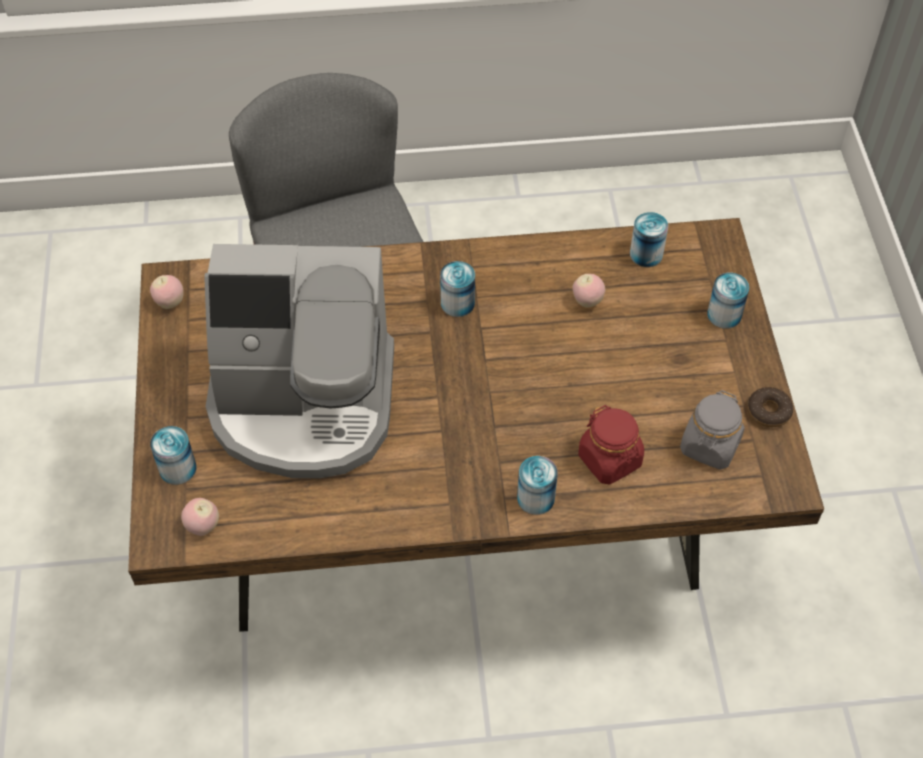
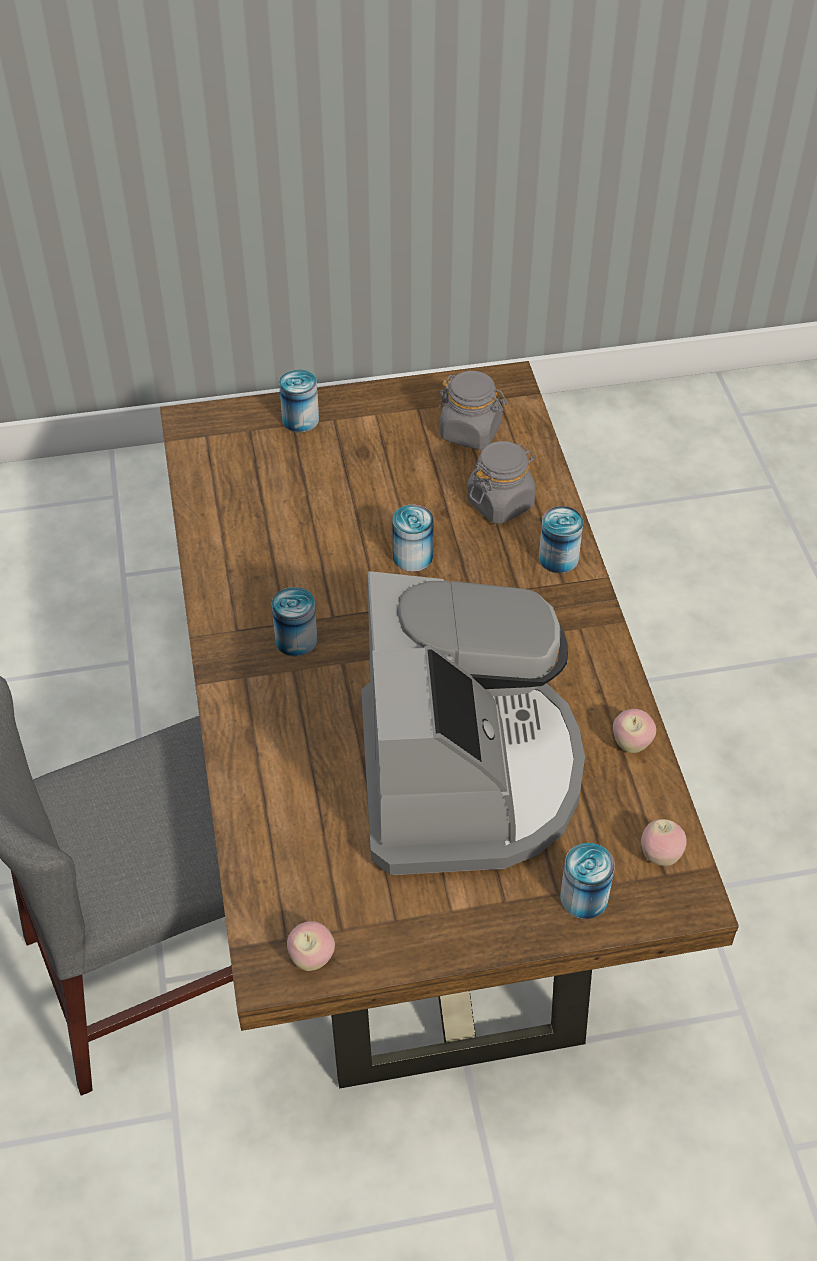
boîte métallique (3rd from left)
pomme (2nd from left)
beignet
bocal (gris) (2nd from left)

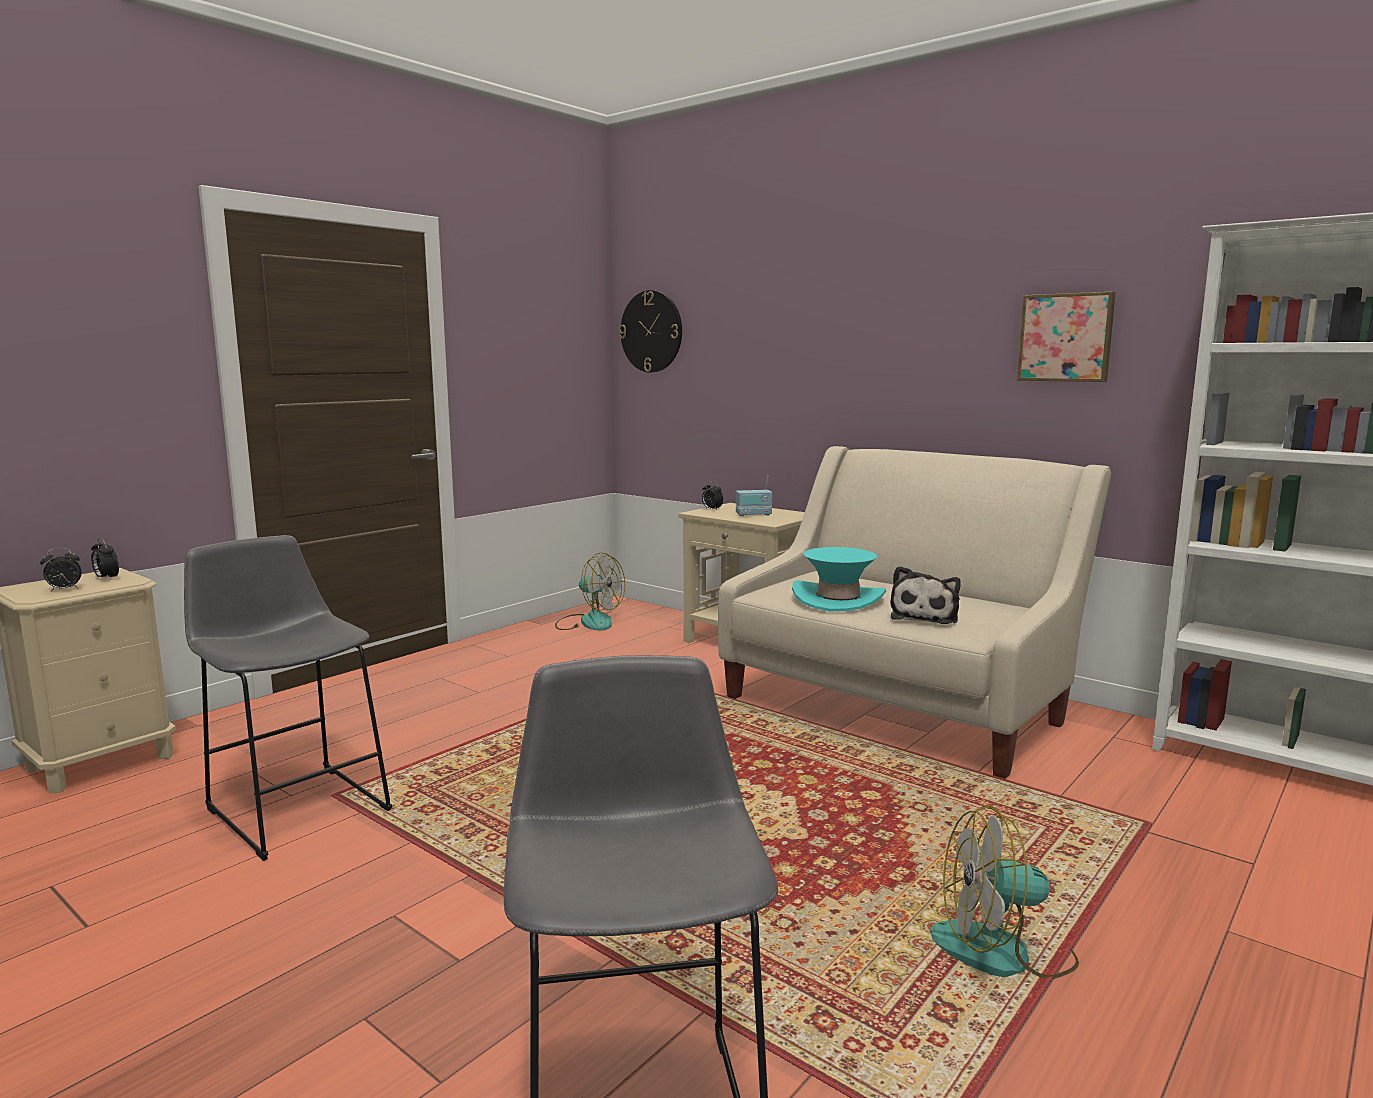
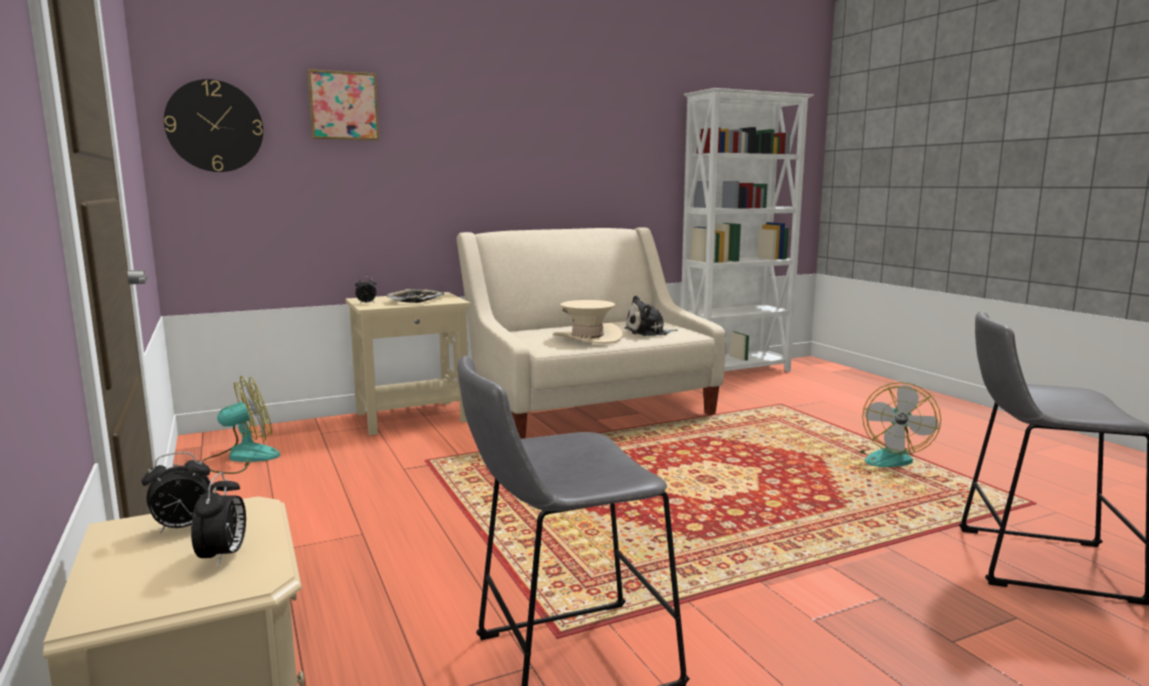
tableau
plateau
chapeau (beige)
peluche

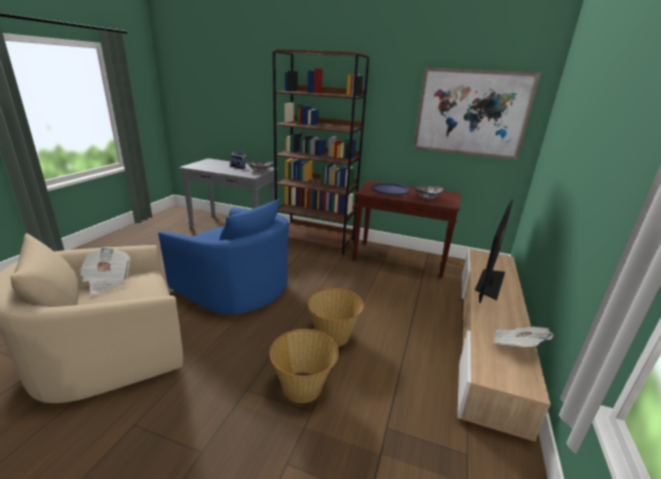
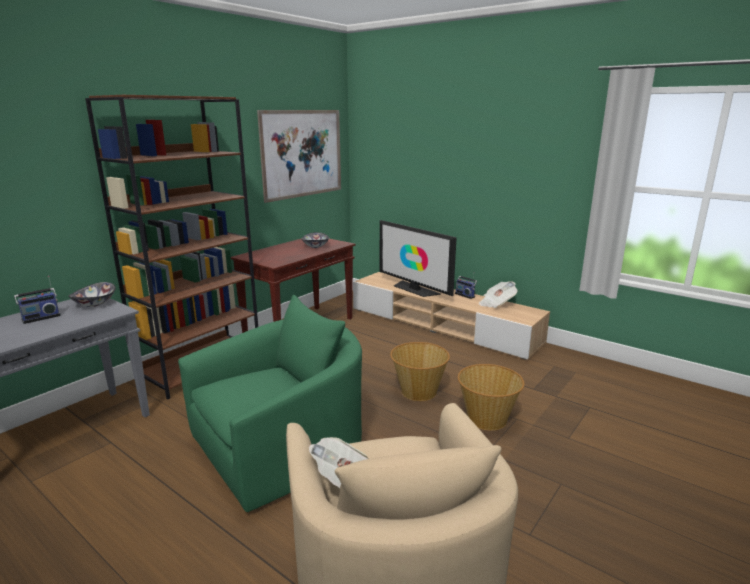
plateau (bleu)
fauteuil (vert)
radio (2nd from left)

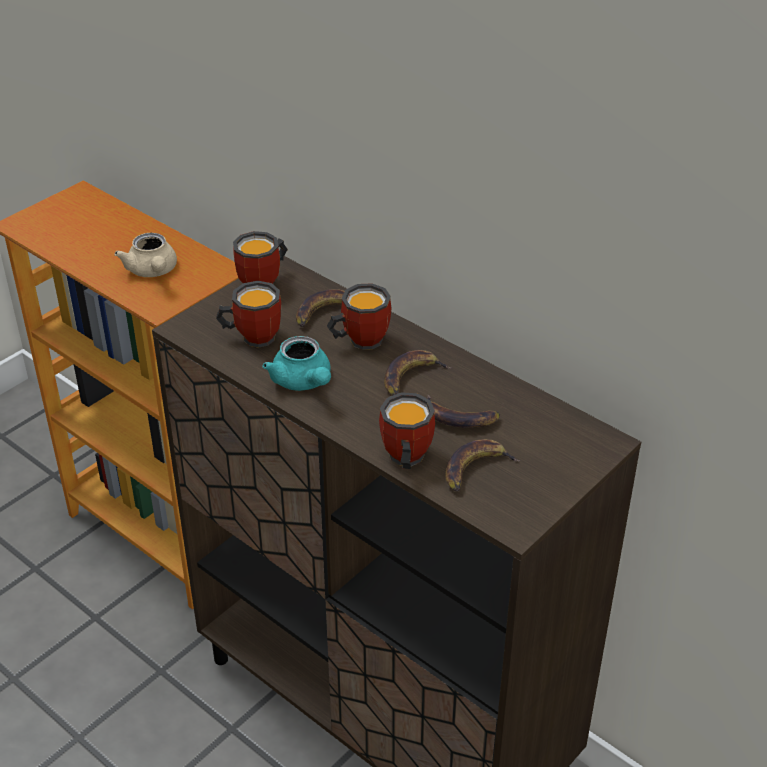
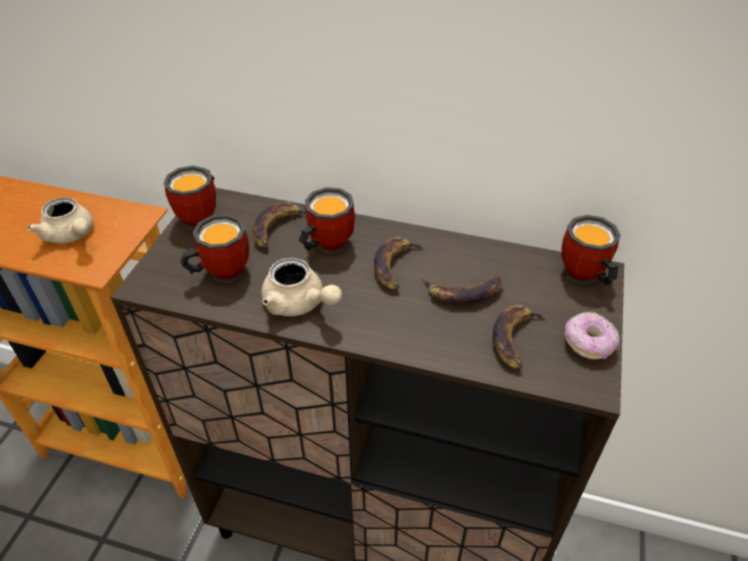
théière (beige) (2nd from left)
mug (4th from left)
beignet

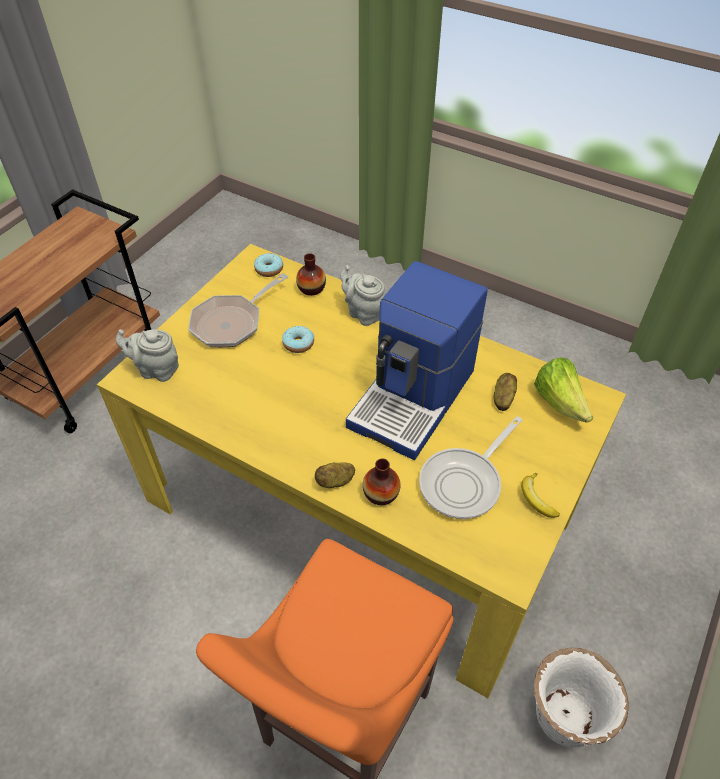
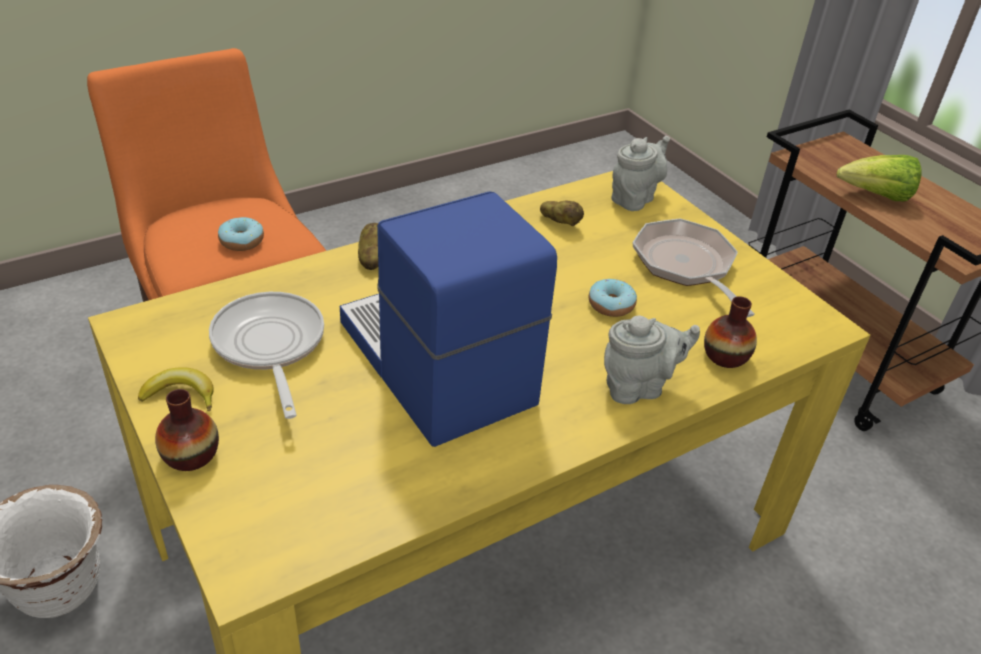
beignet (1st from left)
laitue
pomme de terre (2nd from left)
vase (1st from left)

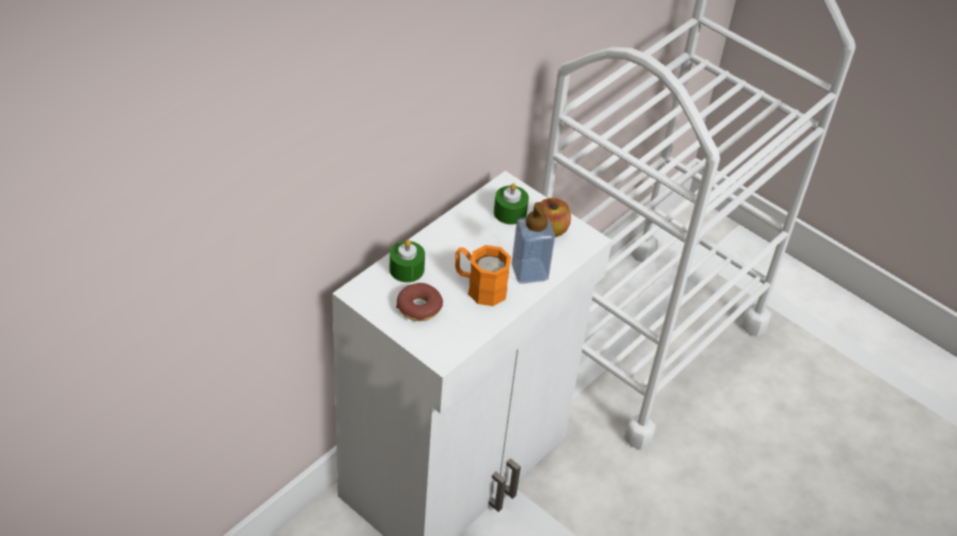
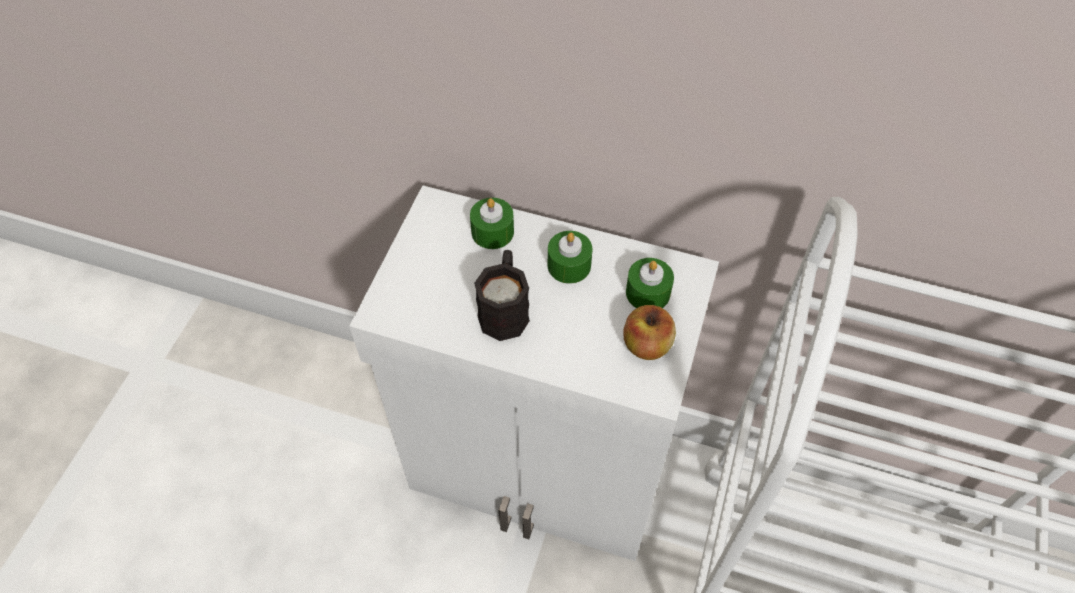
distributeur de savon
mug (noir)
beignet
bougie (vert) (2nd from left)

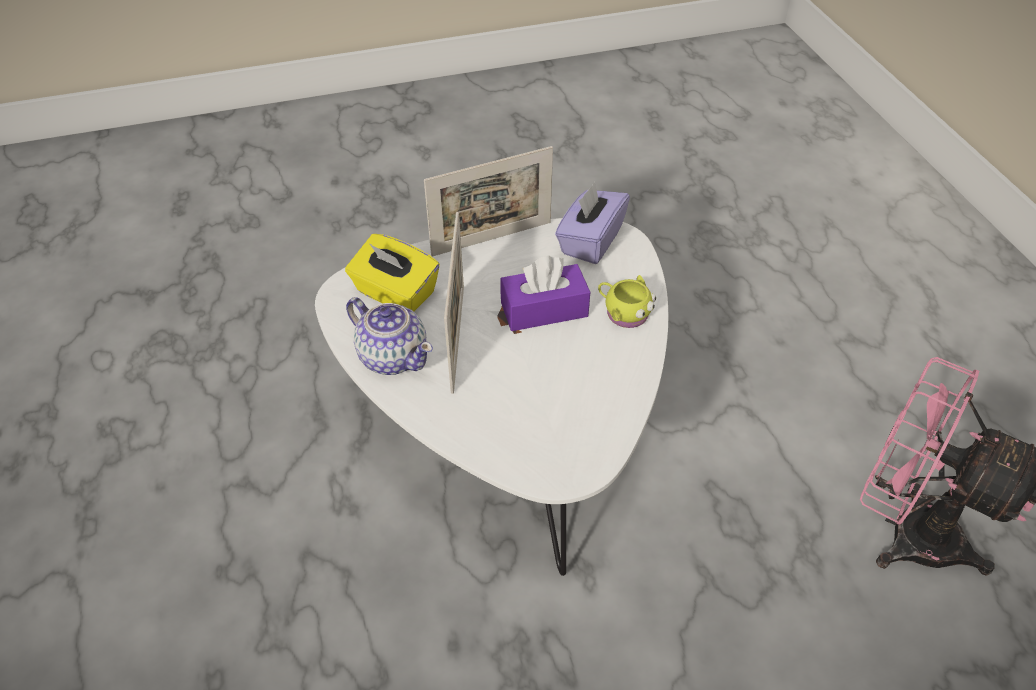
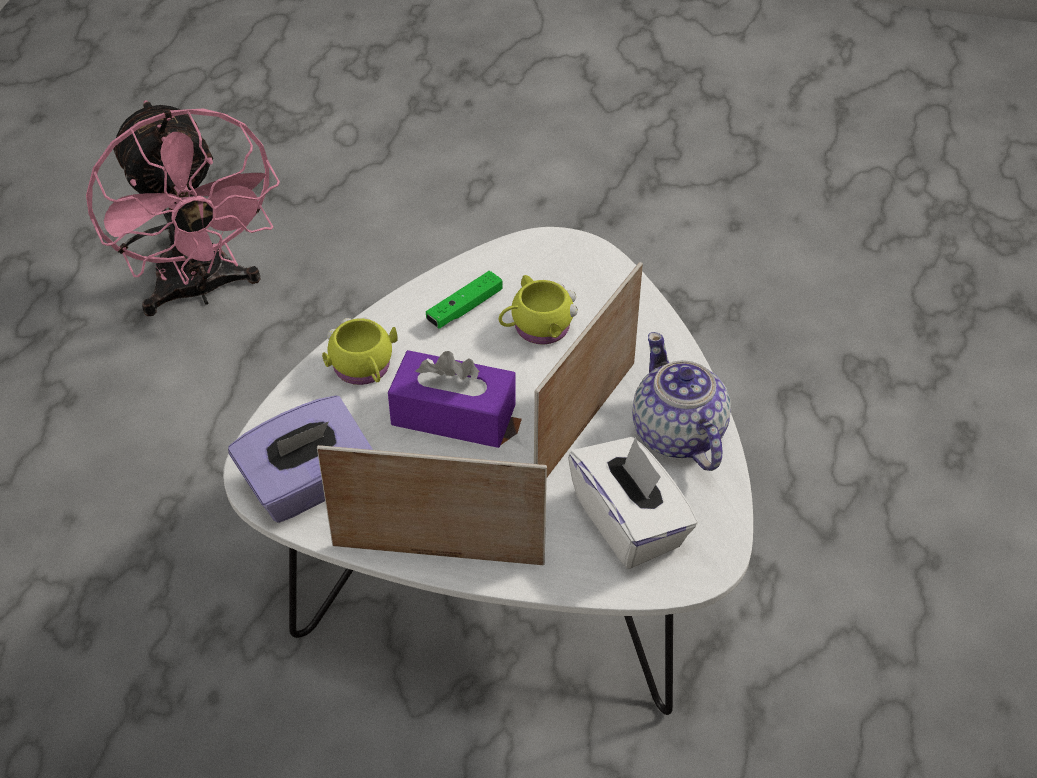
boîte à mouchoirs (blanc)
manette (vert)
mug (jaune) (2nd from left)

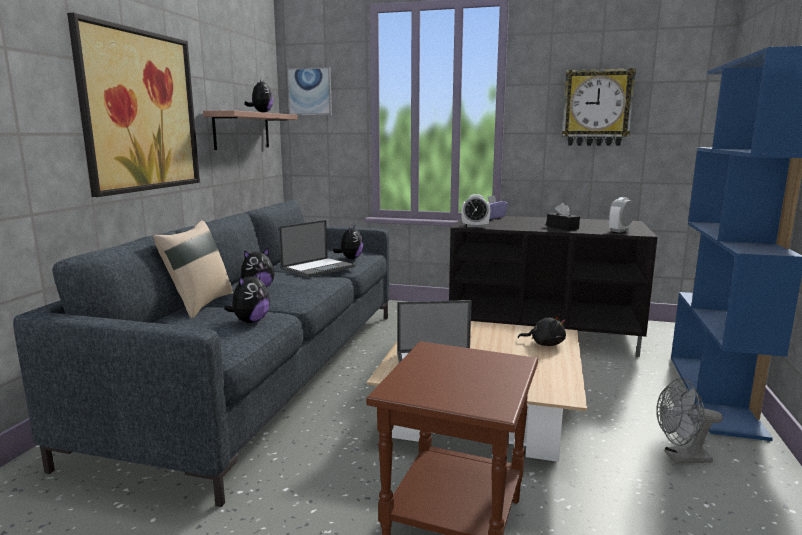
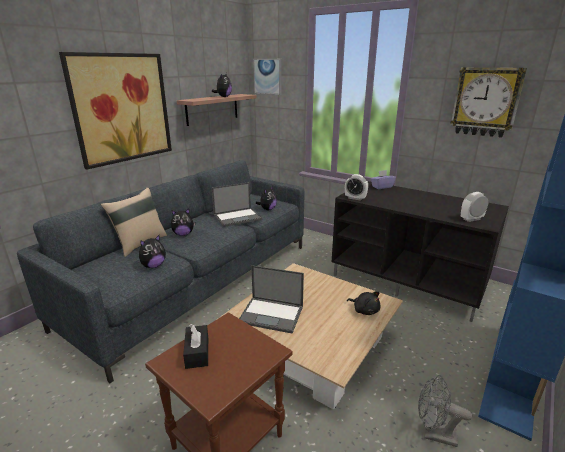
boîte à mouchoirs (noir)

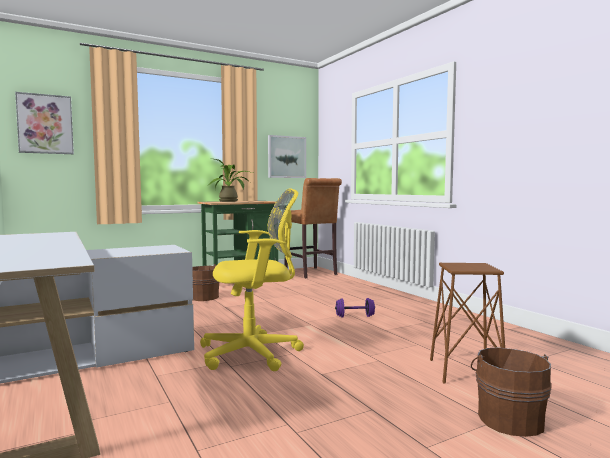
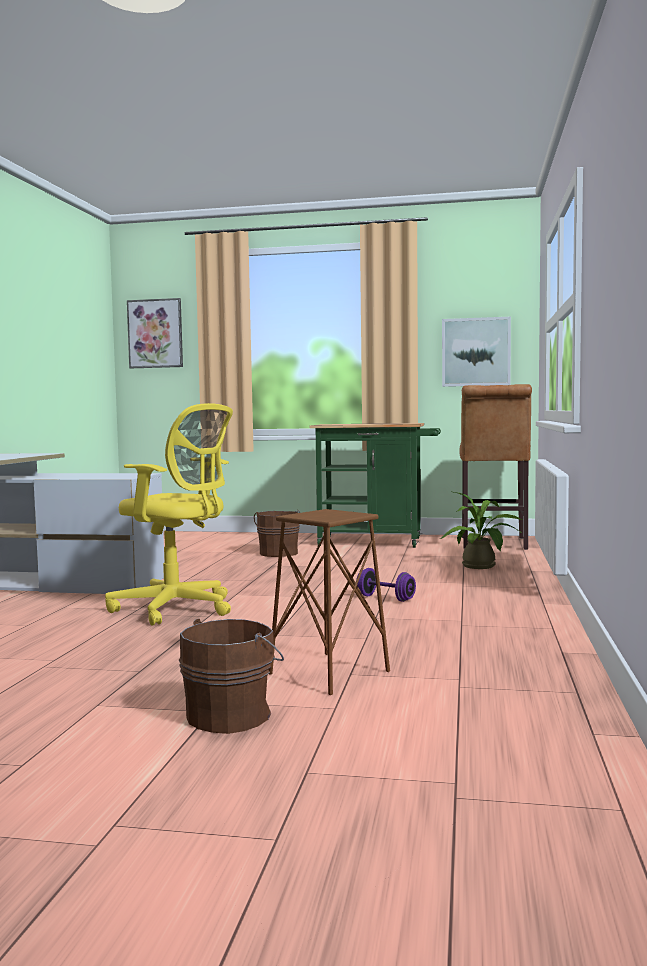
plante en pot

